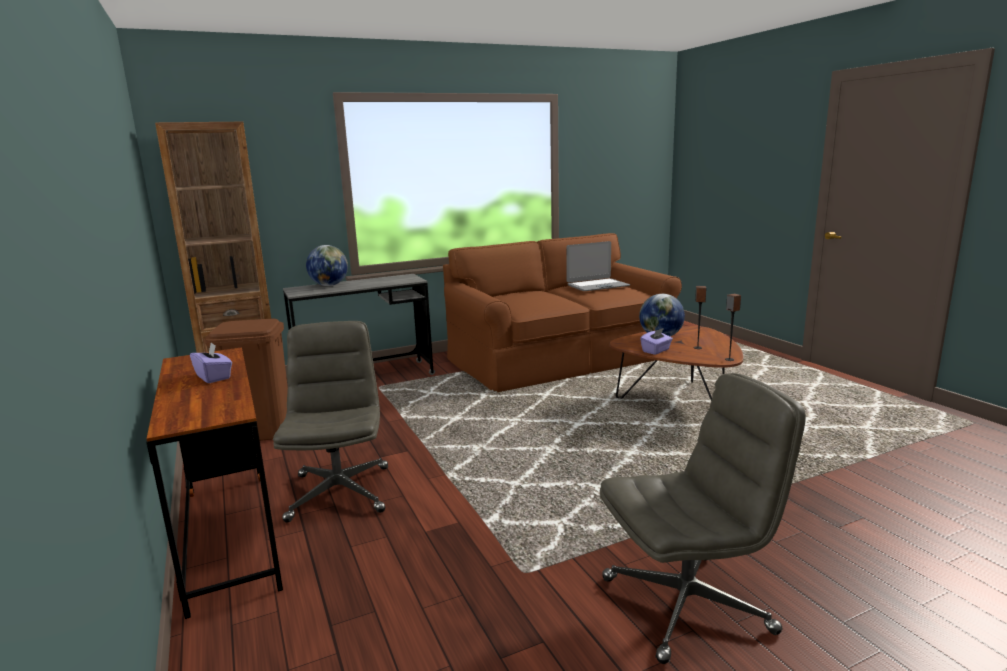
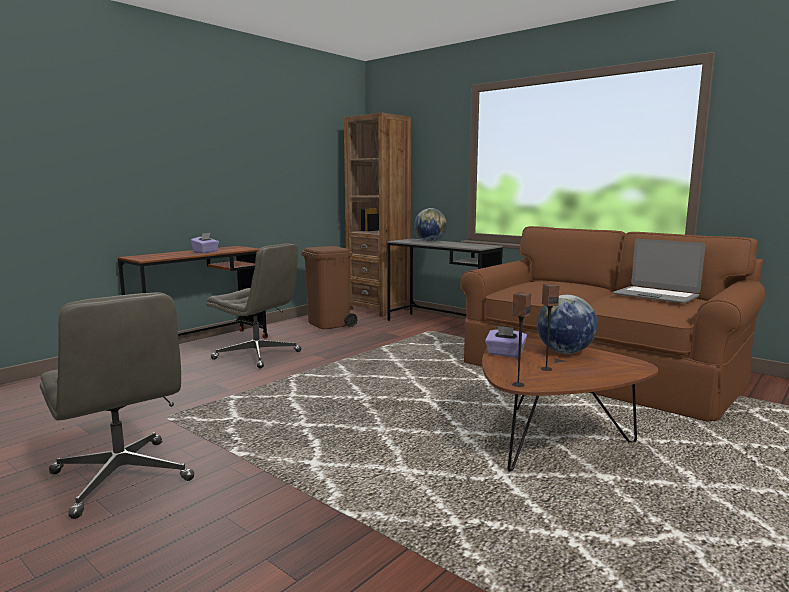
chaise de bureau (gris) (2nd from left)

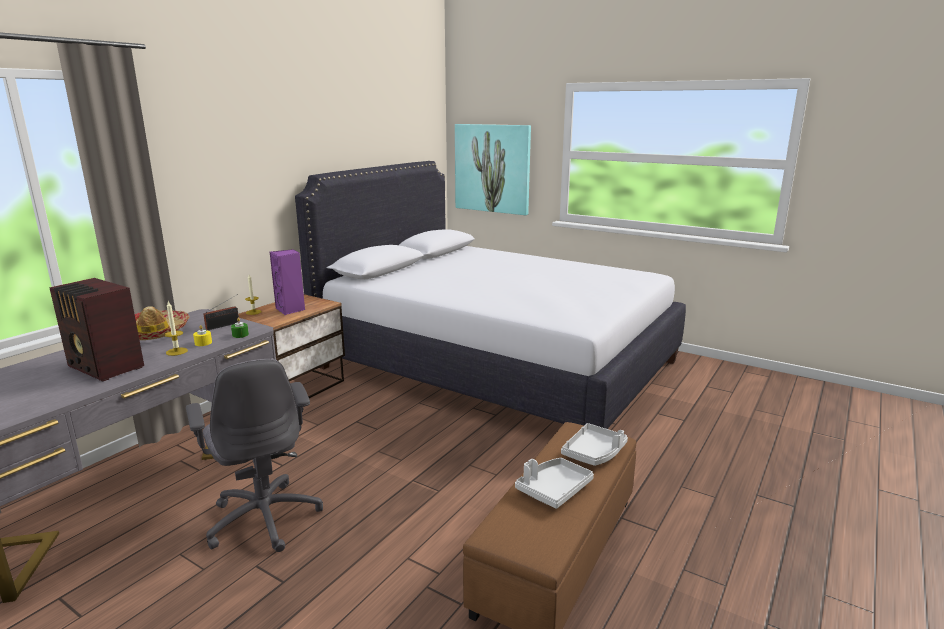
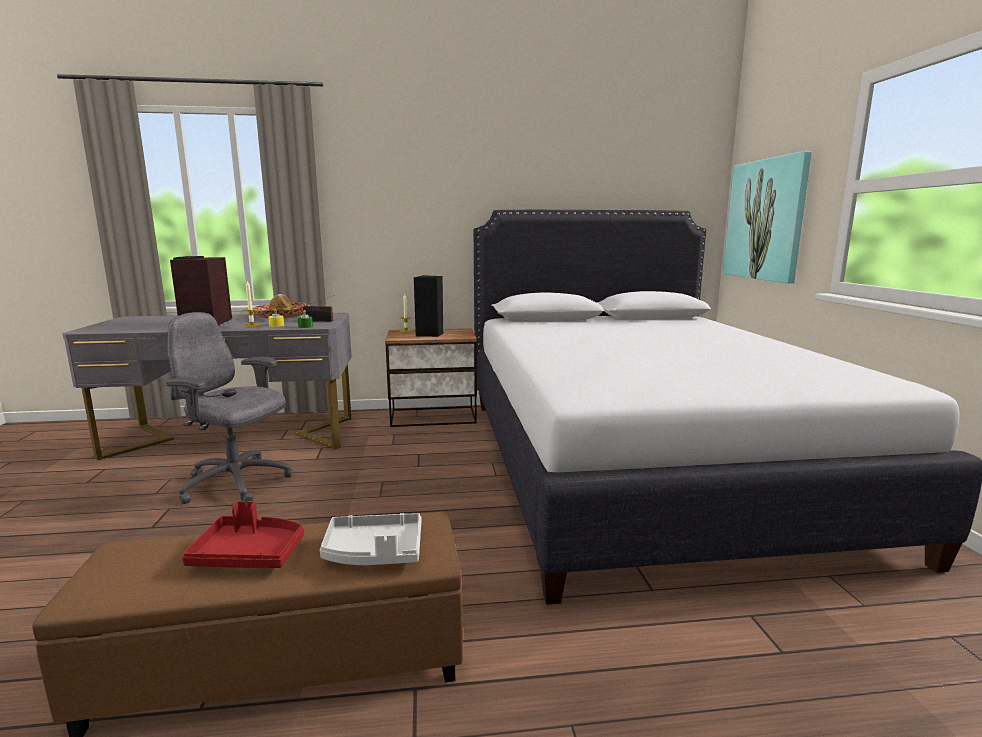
enceinte (noir)
chaise de bureau (gris)
plateau (rouge)

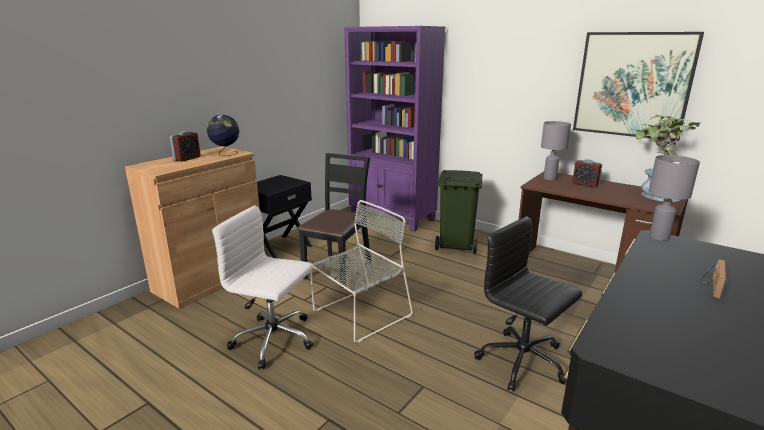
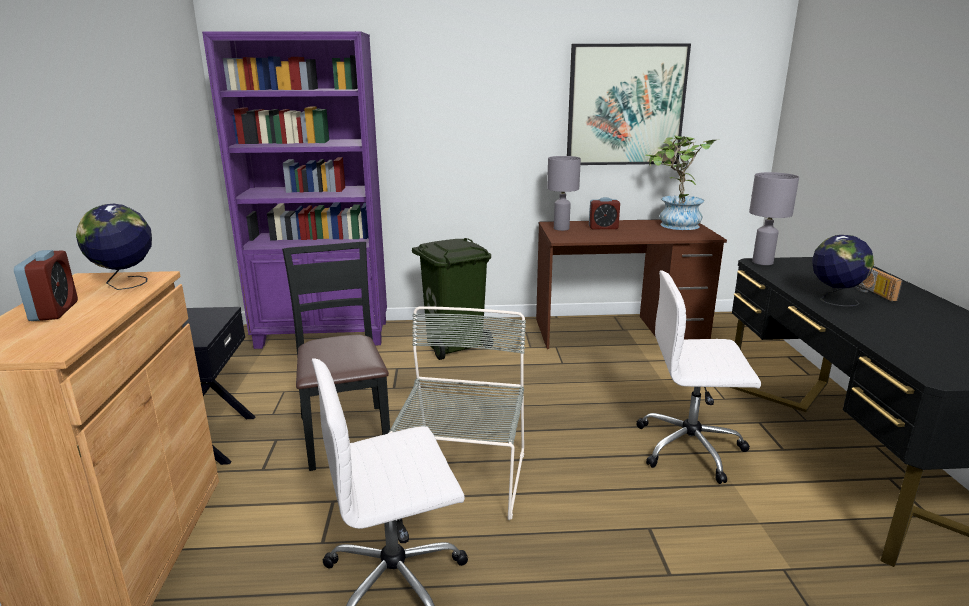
chaise de bureau (blanc) (2nd from left)
globe (2nd from left)

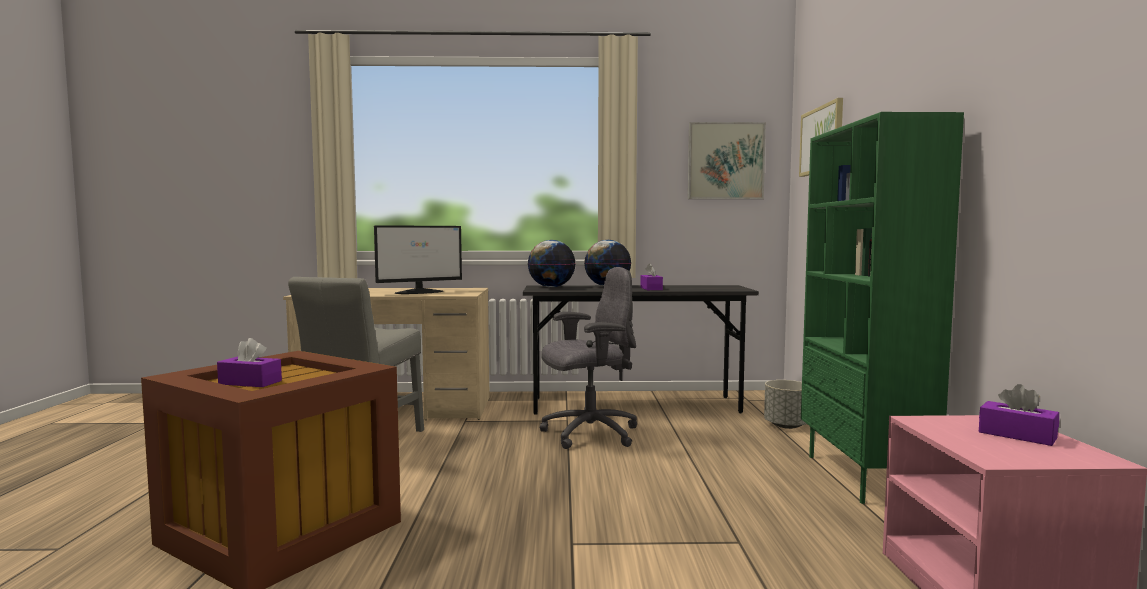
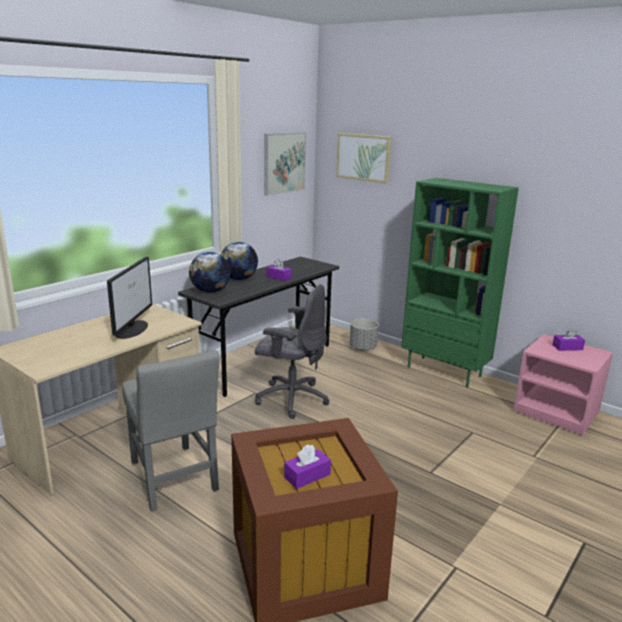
chaise de bureau (gris)

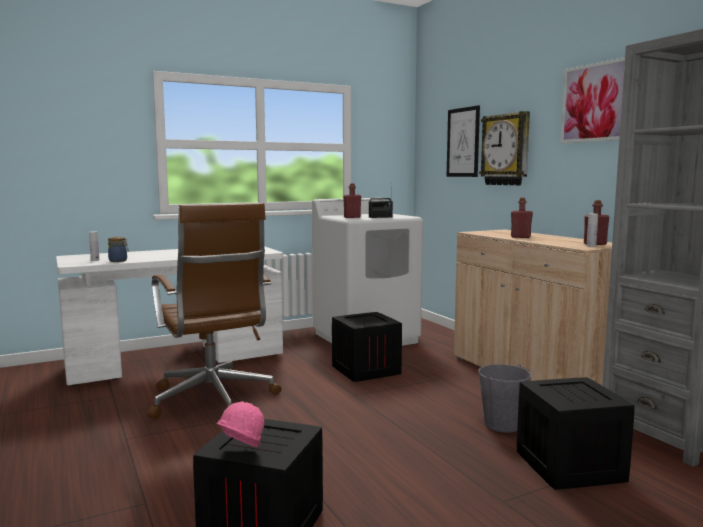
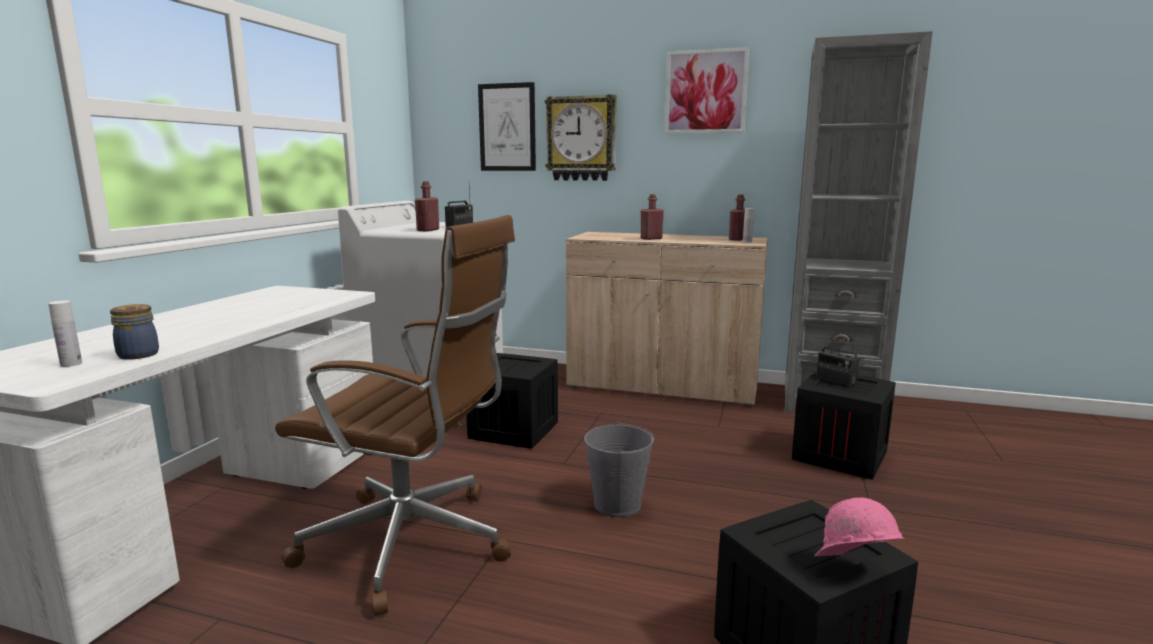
seau (gris)
radio (2nd from left)

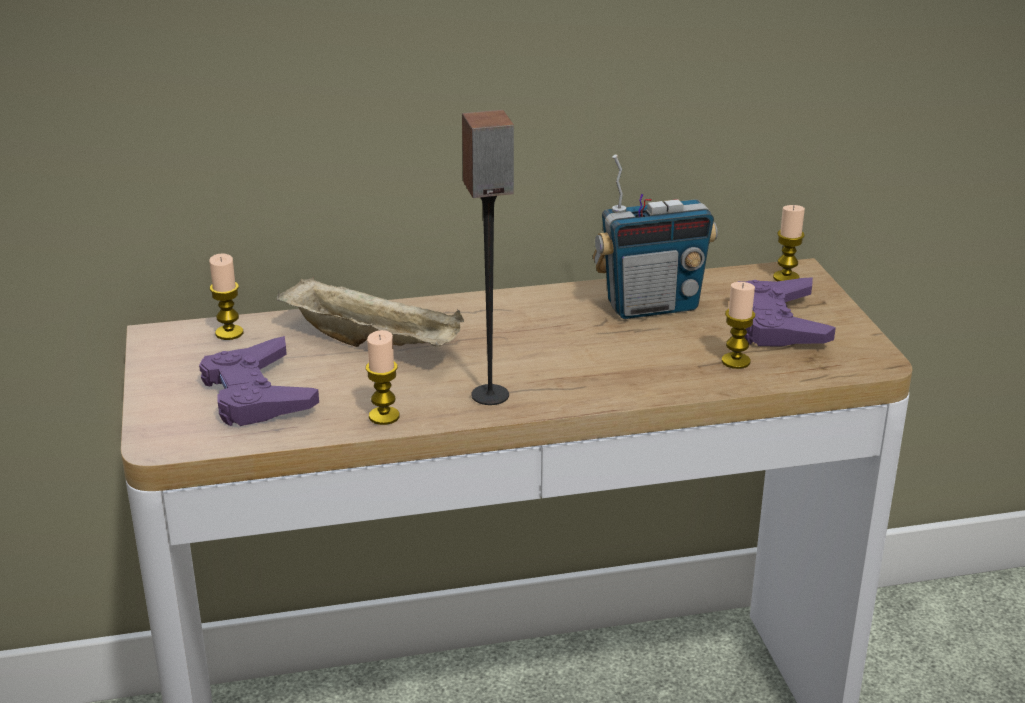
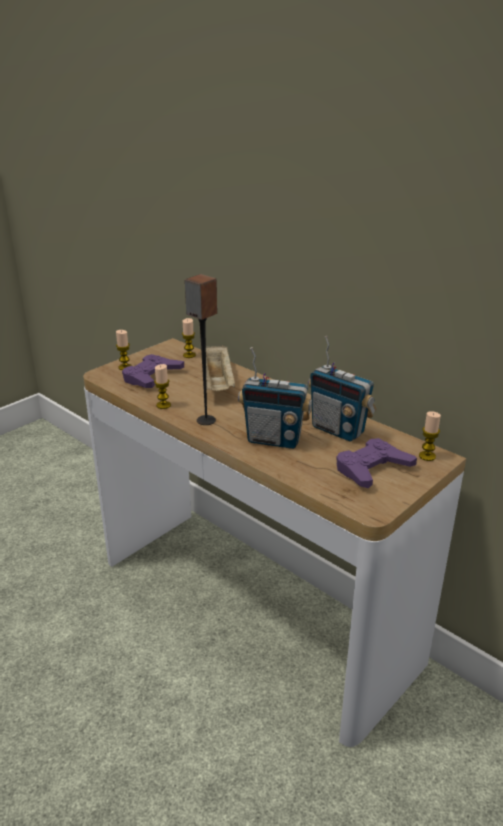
bougie (1st from left)
radio (1st from left)

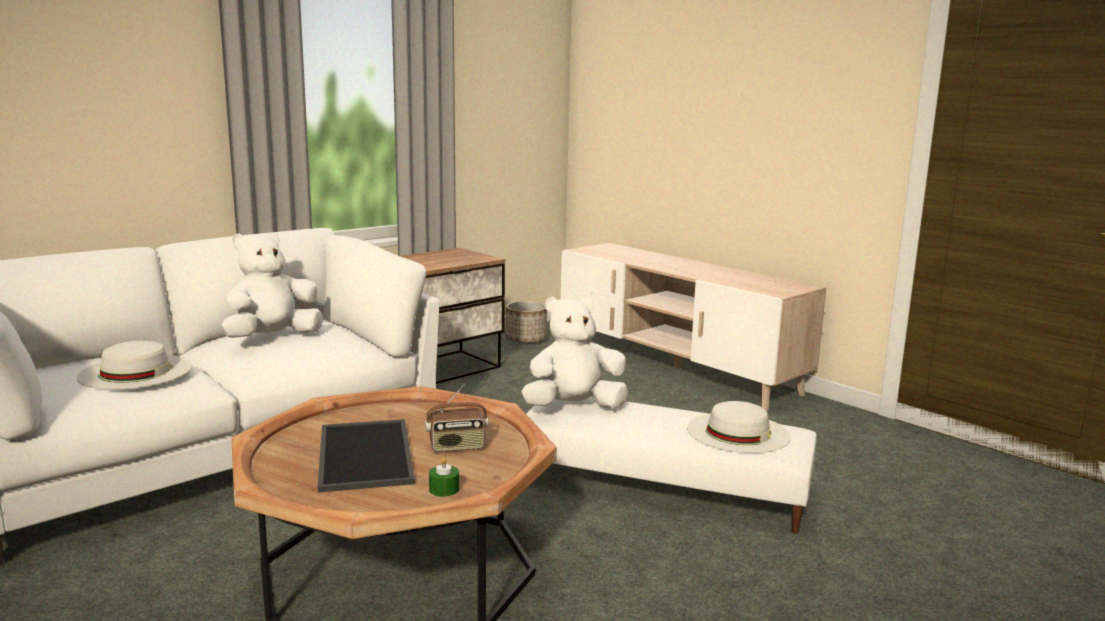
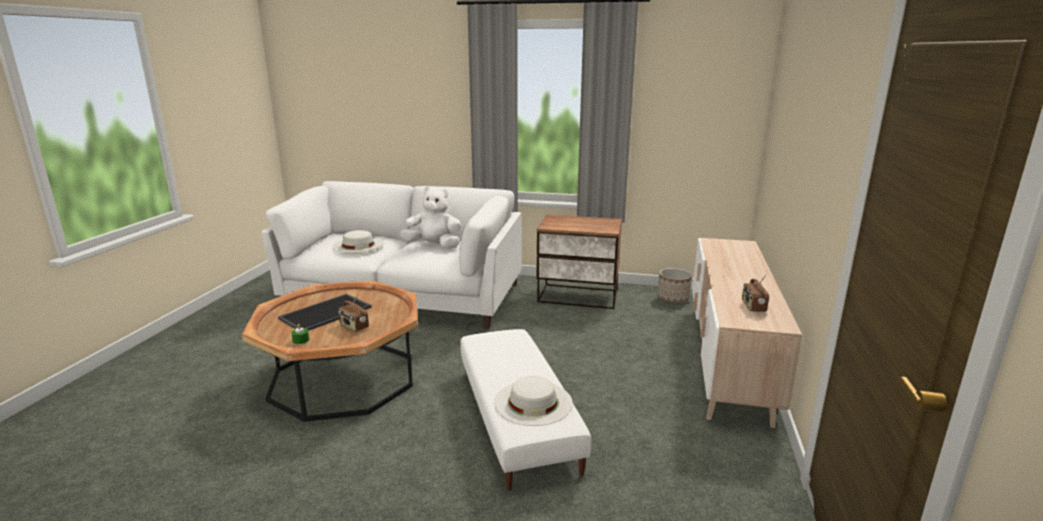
peluche (blanc) (2nd from left in the first image)
radio (2nd from left)

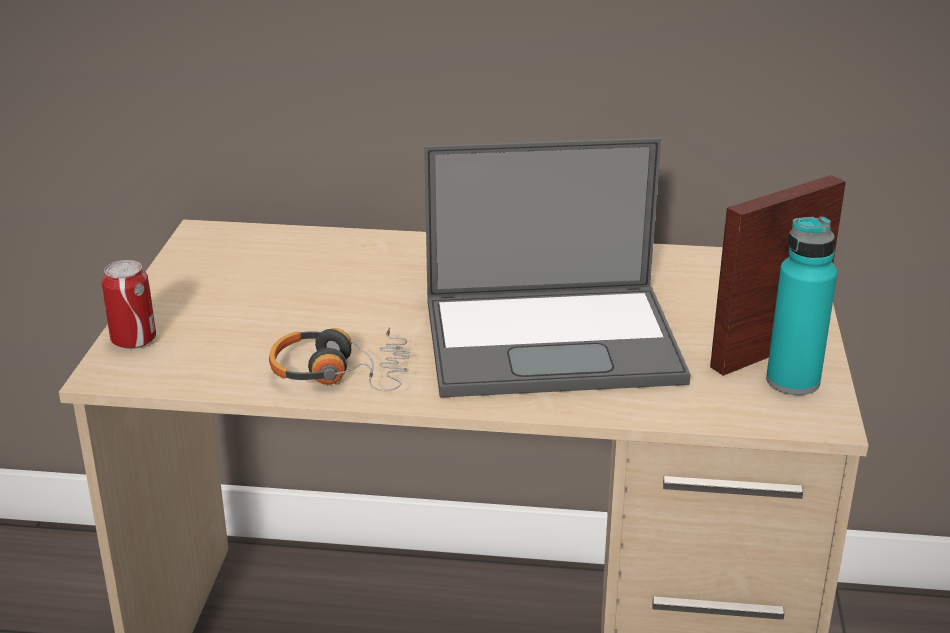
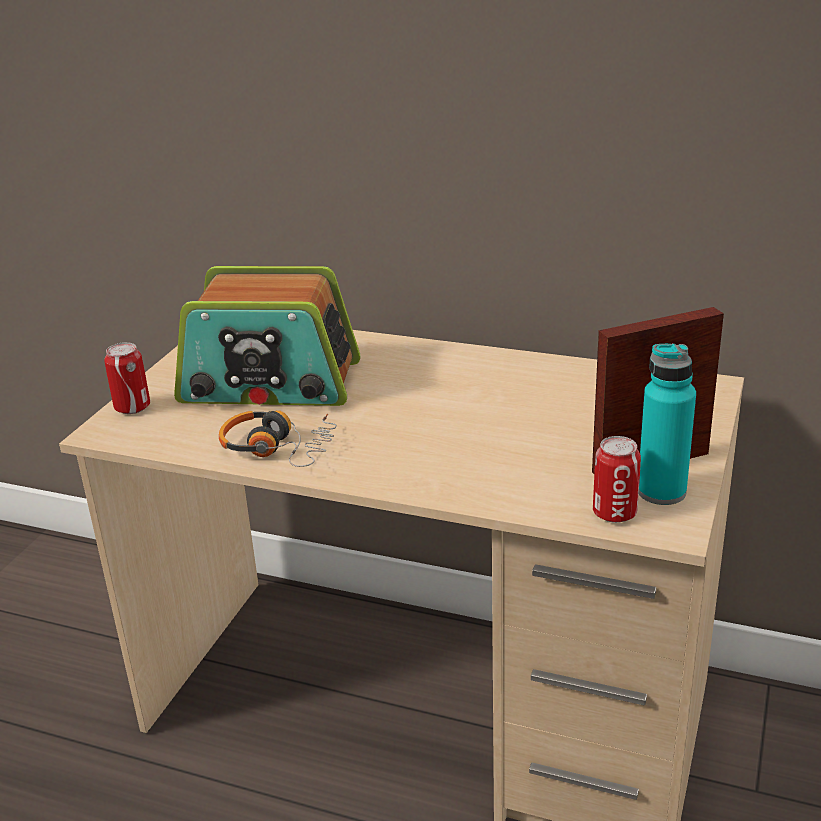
ordinateur portable
radio
boîte métallique (2nd from left)

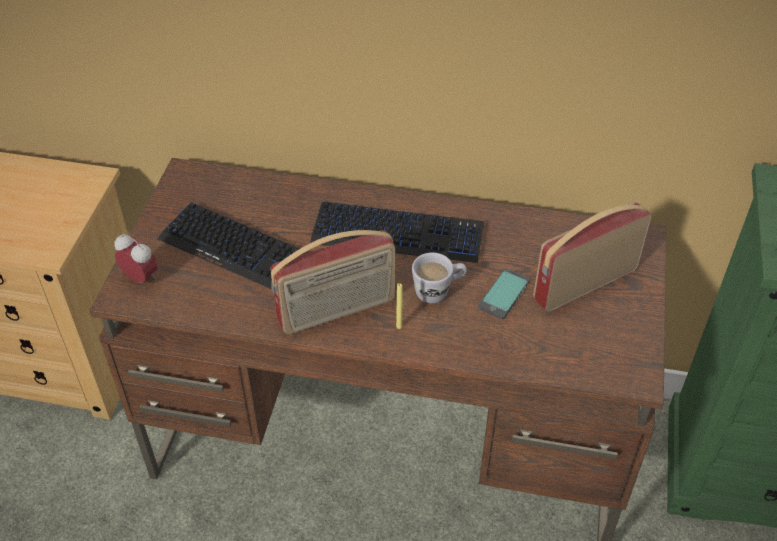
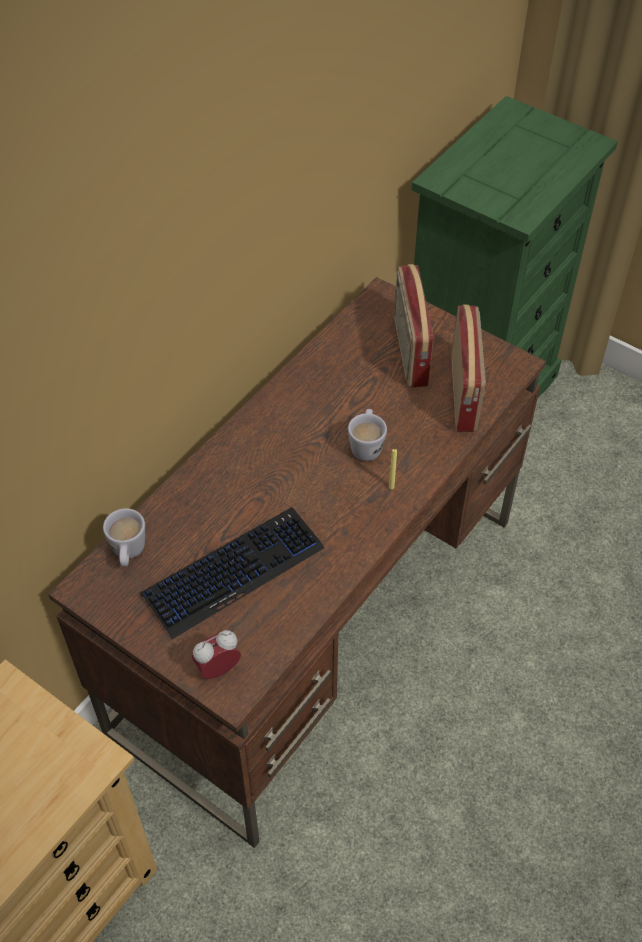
clavier (2nd from left in the first image)
radio (2nd from left)
téléphone
mug (blanc) (1st from left)

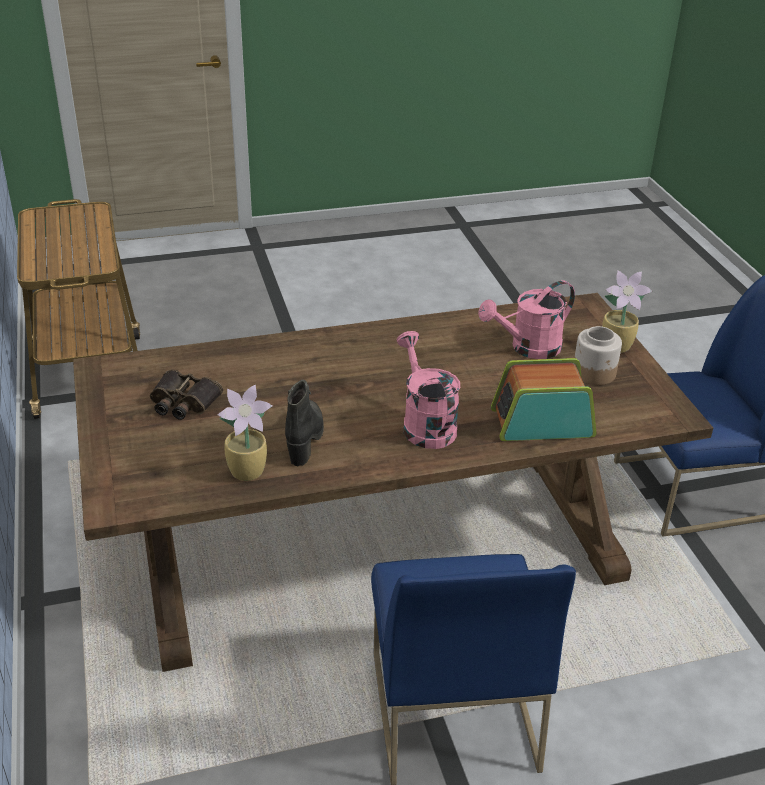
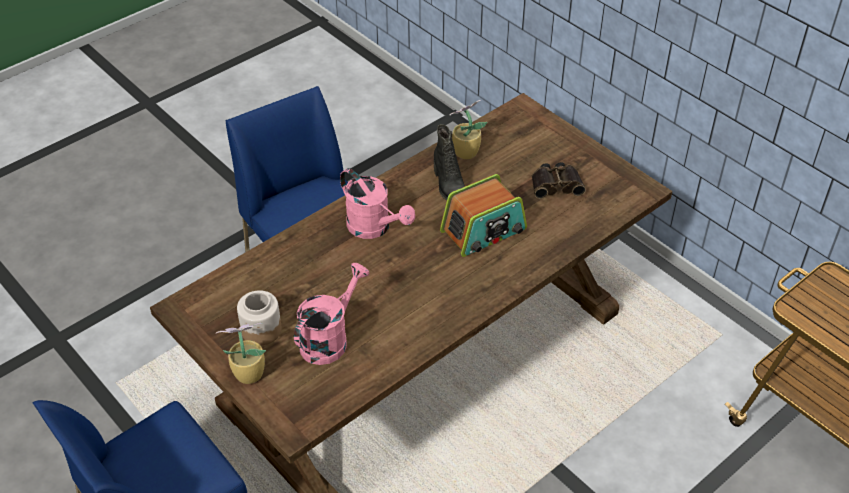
radio

